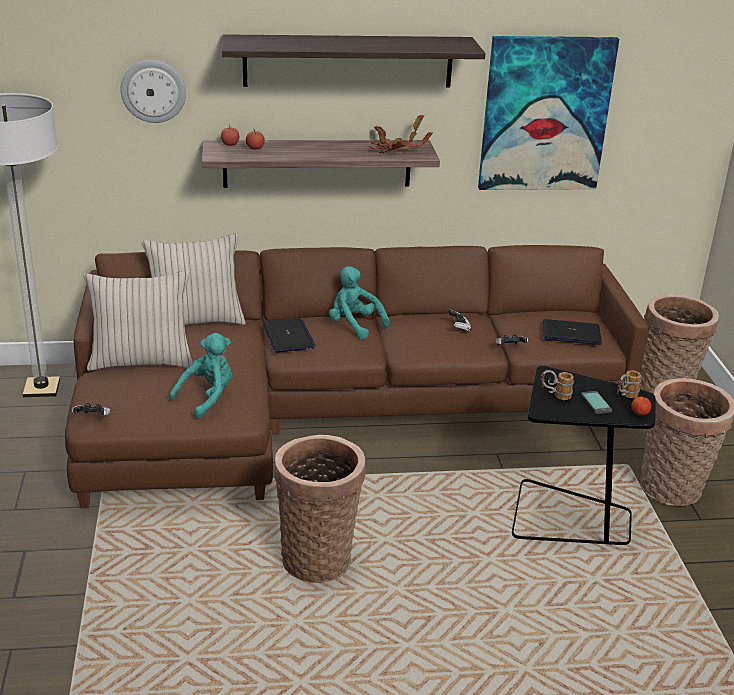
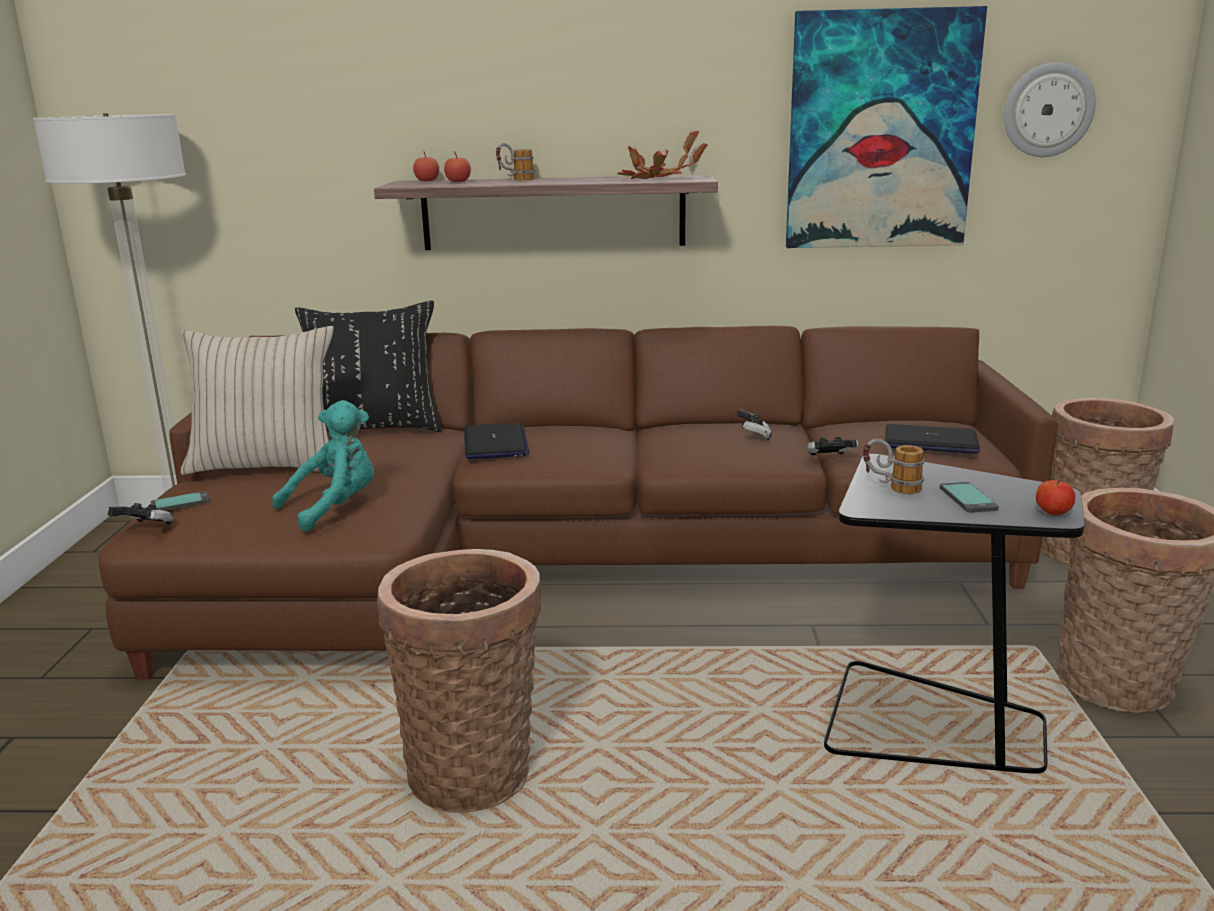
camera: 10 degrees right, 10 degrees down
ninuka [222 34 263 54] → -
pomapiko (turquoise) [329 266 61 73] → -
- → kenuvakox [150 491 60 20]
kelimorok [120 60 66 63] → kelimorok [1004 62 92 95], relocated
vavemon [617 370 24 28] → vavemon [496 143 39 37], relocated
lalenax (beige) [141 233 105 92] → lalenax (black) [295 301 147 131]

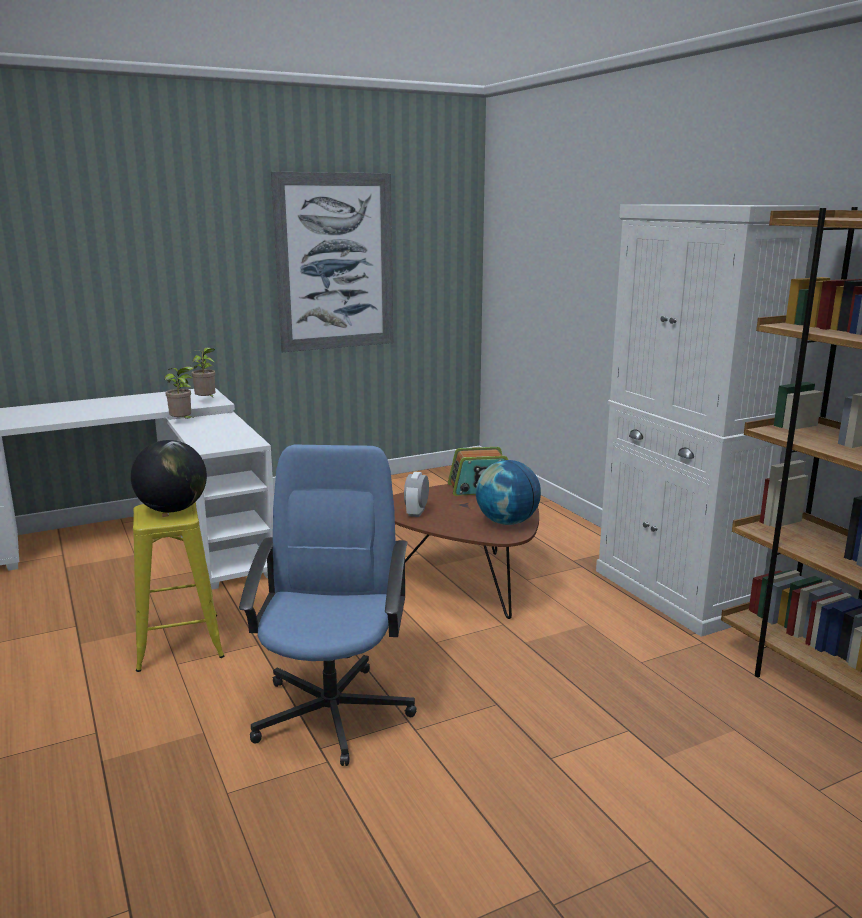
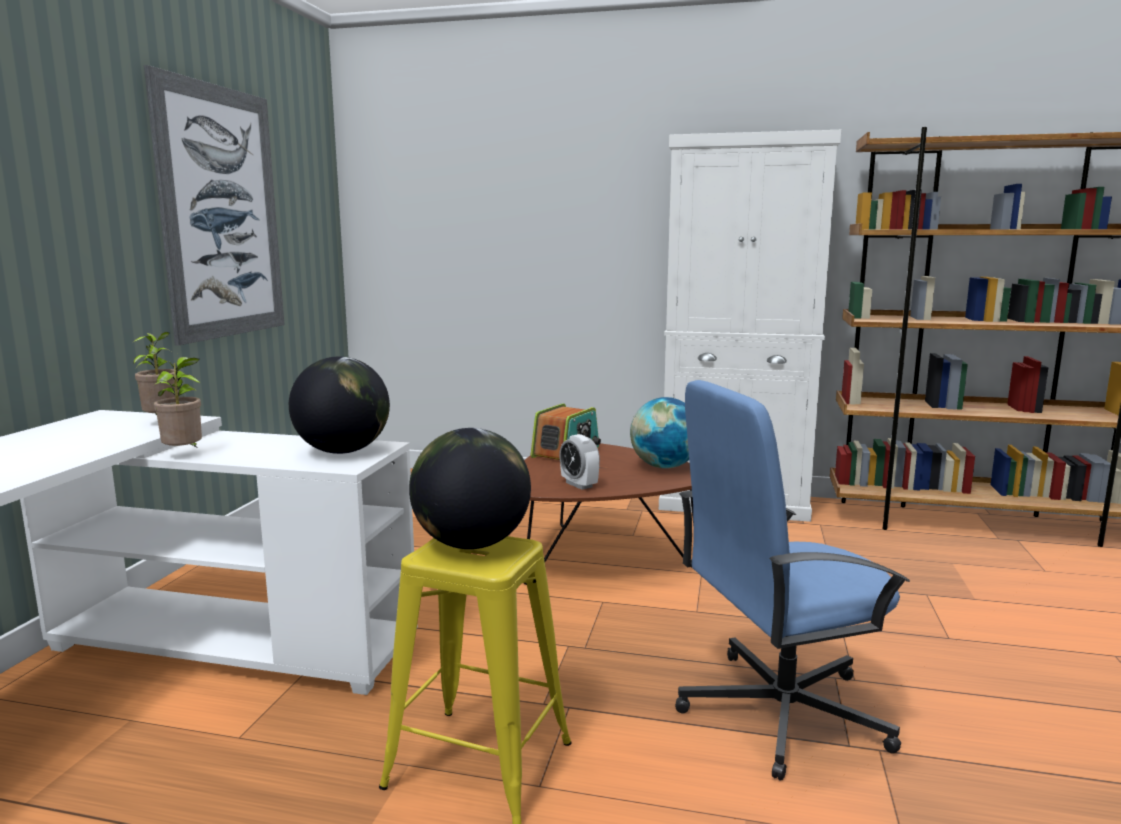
camera: 50 degrees left, 5 degrees down
- → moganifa [289 356 101 98]
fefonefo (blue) [239 445 178 321] → fefonefo (blue) [675 380 235 401], 60 degrees counterclockwise

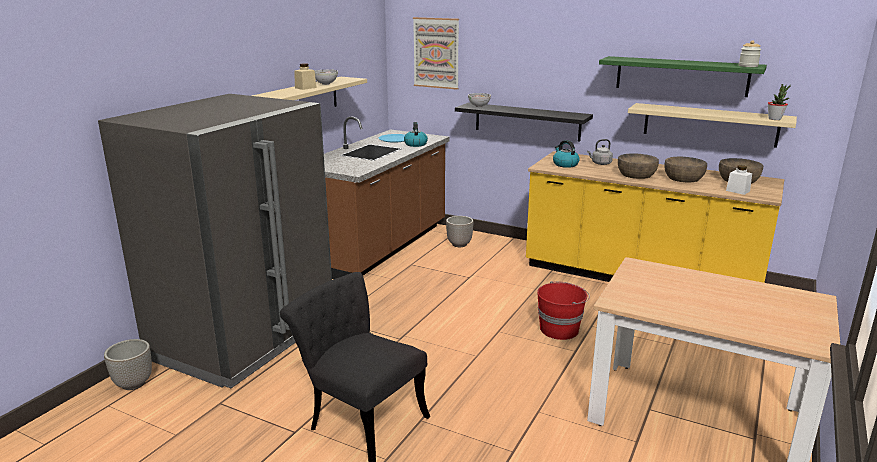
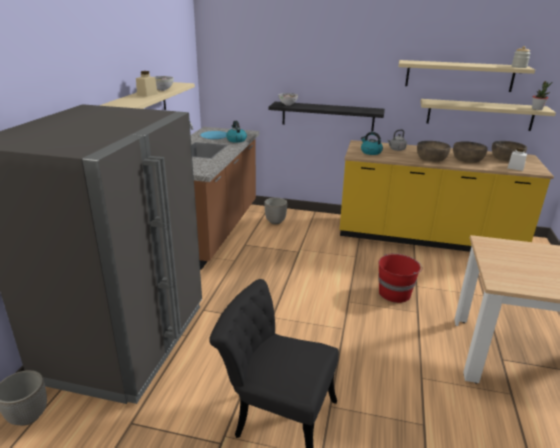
camera: 15 degrees left, 5 degrees up
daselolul [413 17 46 73] → -
ninuka (green) [599 56 168 41] → ninuka (beige) [399 60 136 32]

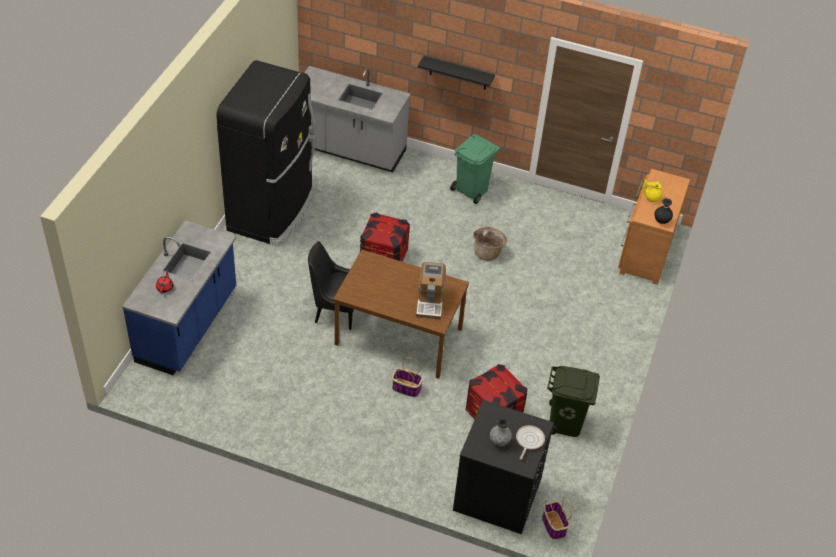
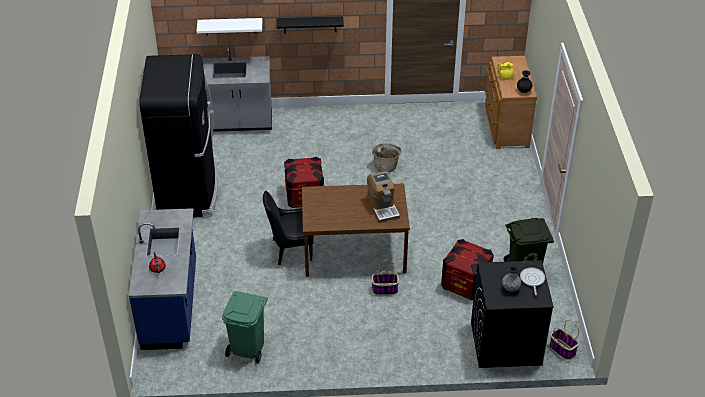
camera: 20 degrees left, 5 degrees down
- → ninuka (white) [196 18 66 17]
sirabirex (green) [450 134 50 70] → sirabirex (green) [222 291 46 72], relocated

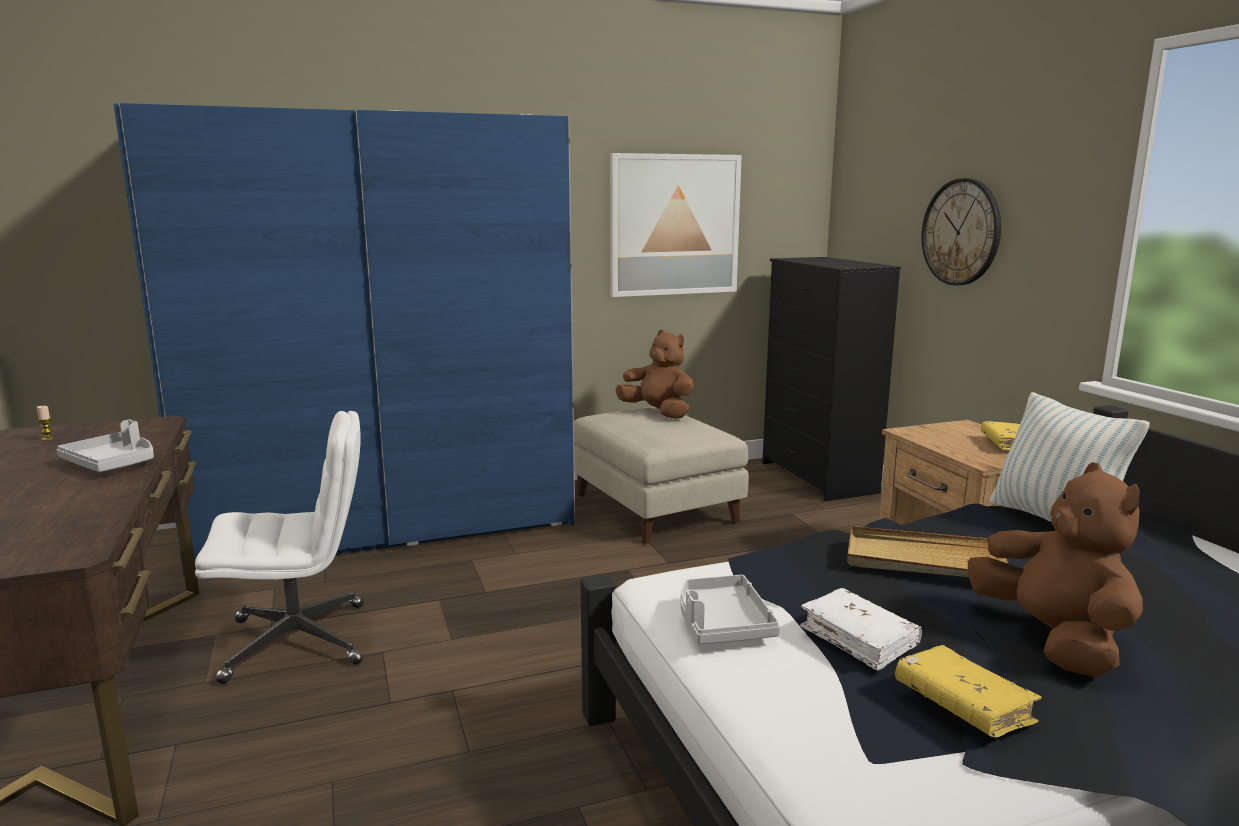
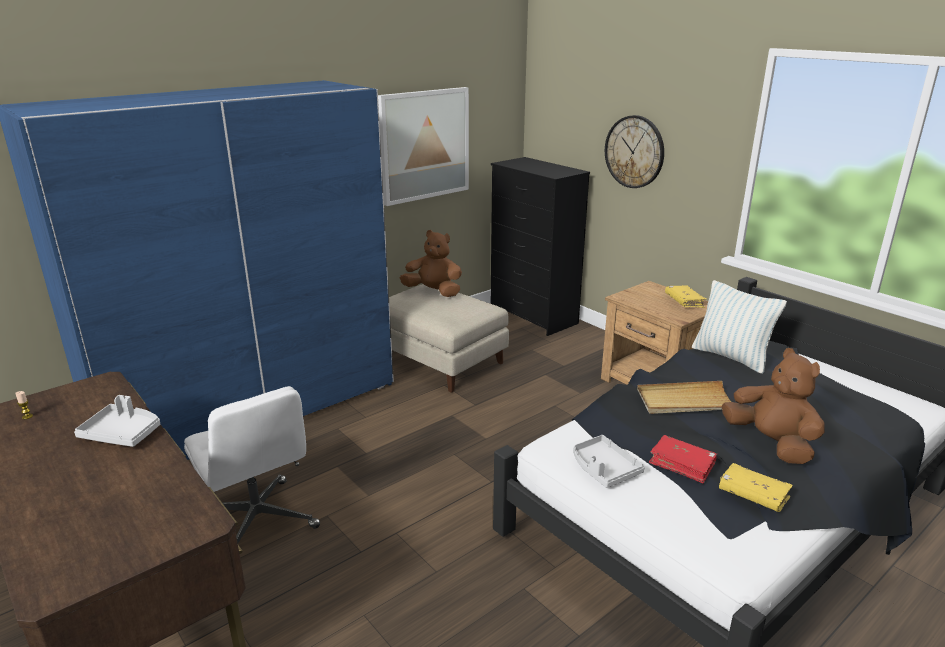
camera: 20 degrees left, 10 degrees up
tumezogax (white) [800 588 122 83] → tumezogax (red) [649 435 68 49]
fefonefo (white) [195 411 169 273] → fefonefo (white) [184 386 136 157], 90 degrees clockwise

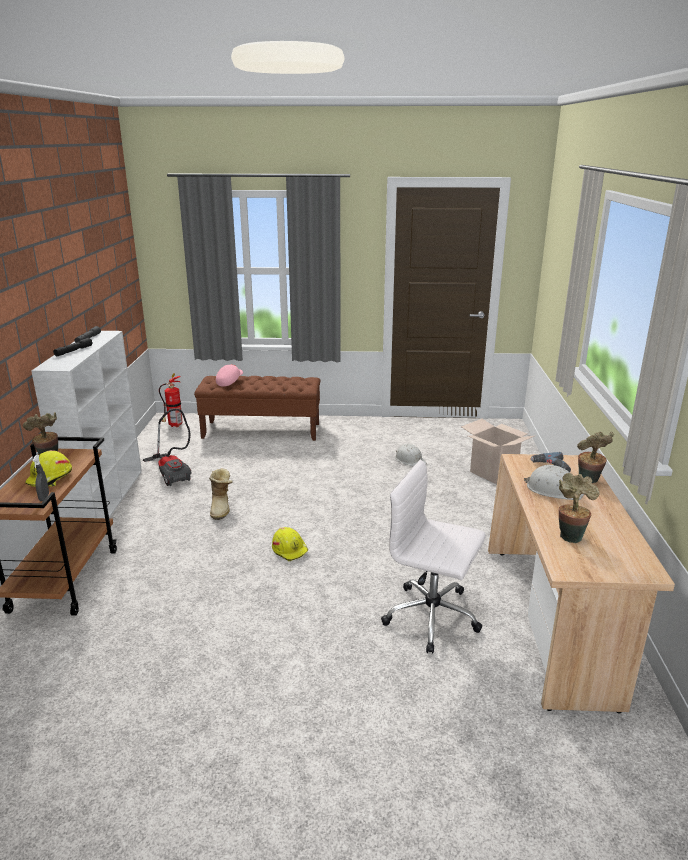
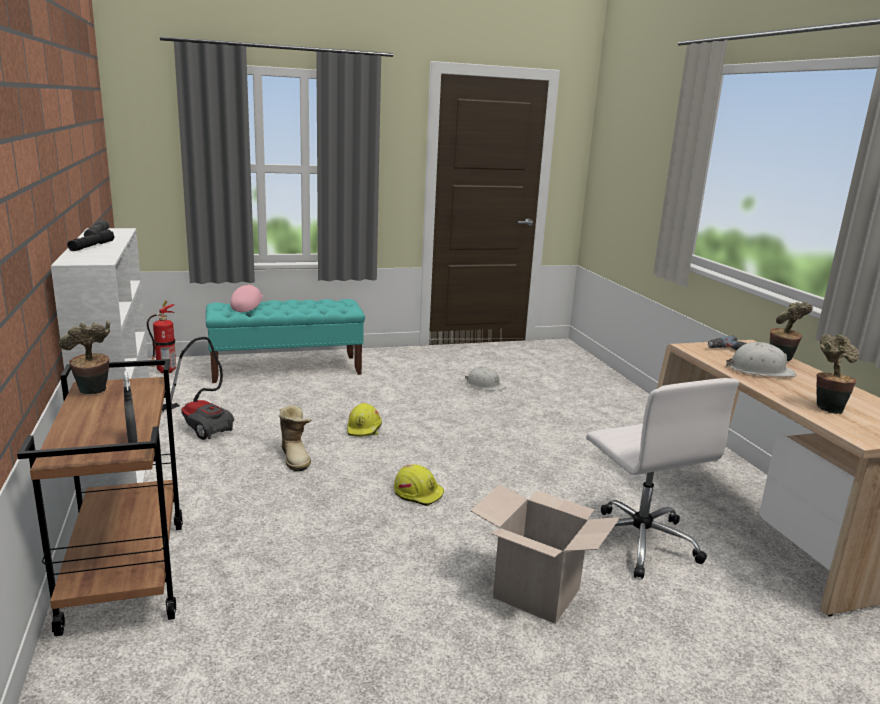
camera: 20 degrees left, 5 degrees down
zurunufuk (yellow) [25 450 47 37] → zurunufuk (yellow) [347 403 35 34], relocated
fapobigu [461 419 75 65] → fapobigu [470 484 150 140], relocated
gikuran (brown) [194 376 126 65] → gikuran (turquoise) [206 299 159 84]
fefonefo (white) [381 460 105 194] → fefonefo (white) [586 378 153 201], 120 degrees counterclockwise

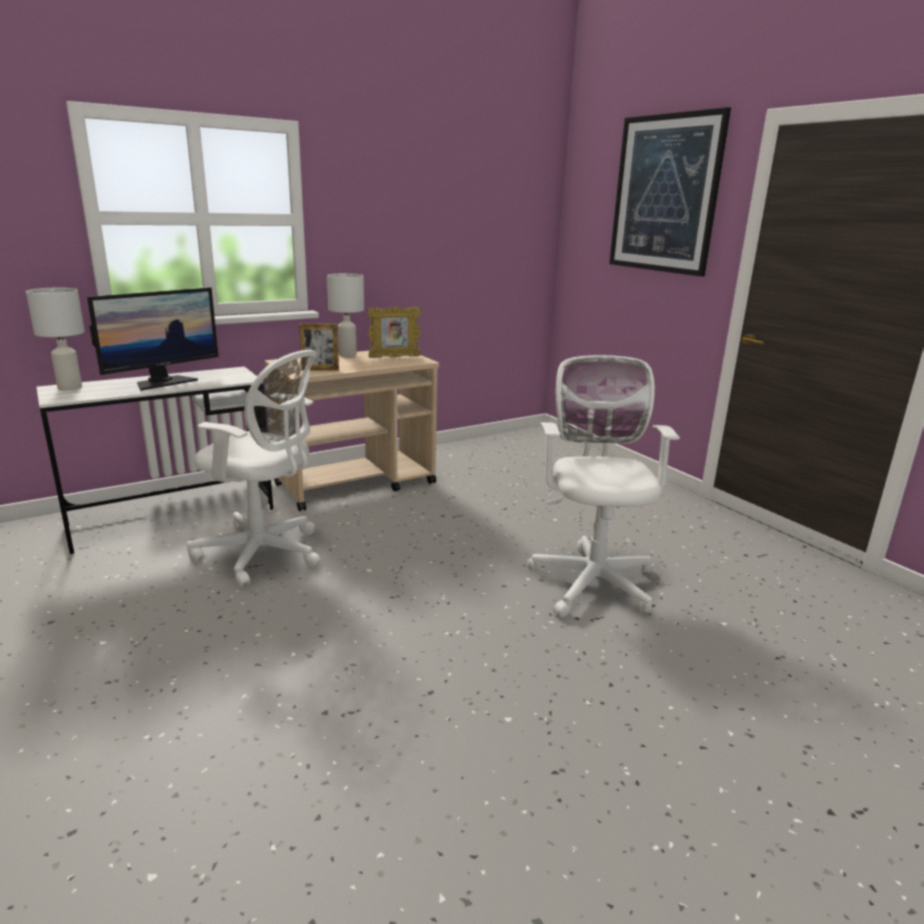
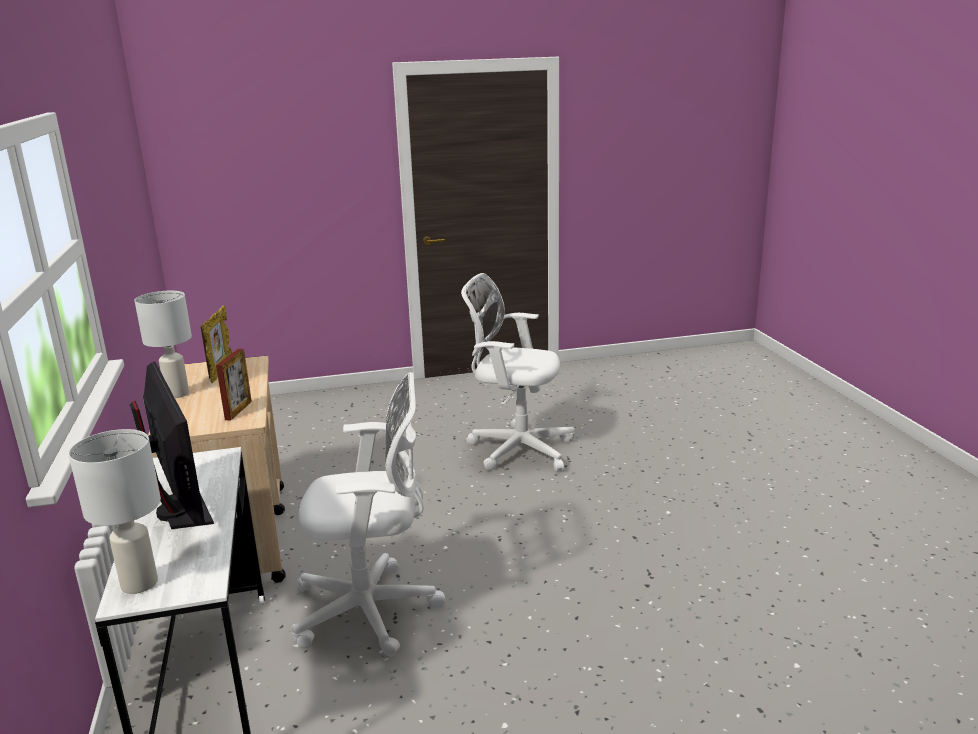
camera: 70 degrees left, 0 degrees up
daselolul [609 107 122 170] → -
fefonefo (white) [187 350 134 237] → fefonefo (white) [292 372 153 285], 45 degrees clockwise

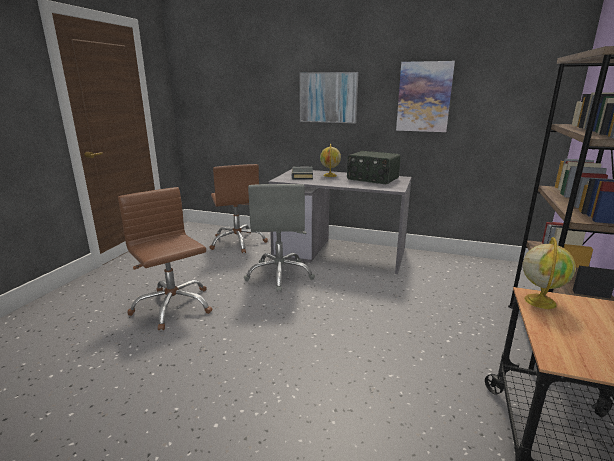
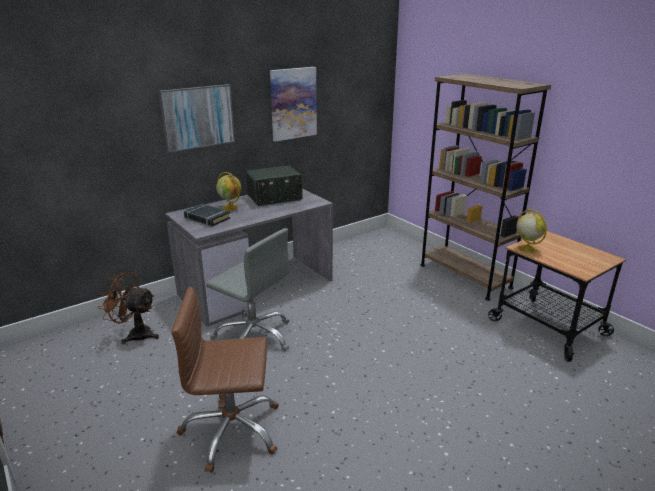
camera: 55 degrees left, 5 degrees up
fefonefo (brown) [209 164 59 89] → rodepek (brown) [97 272 62 72]

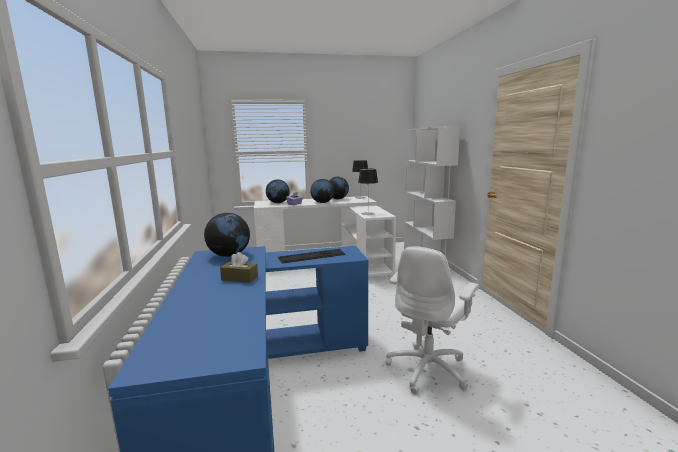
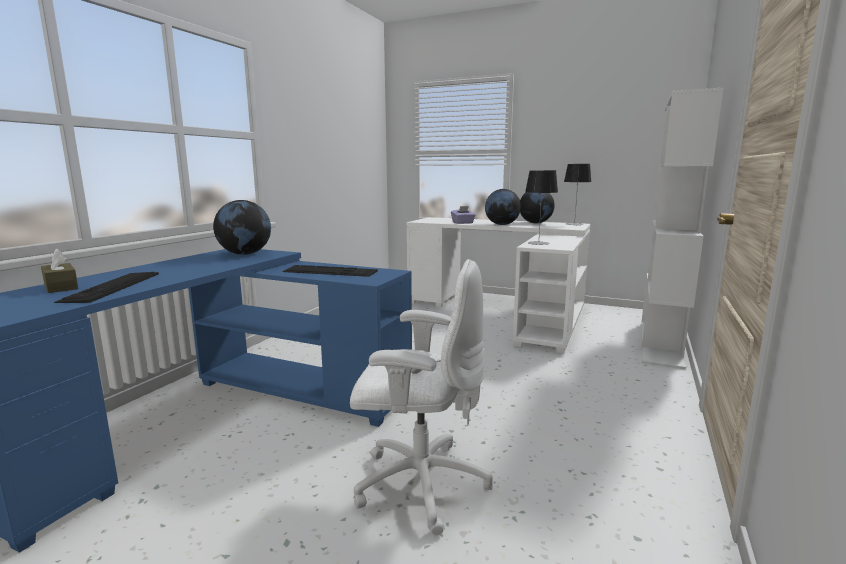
camera: 35 degrees right, 0 degrees up
moganifa [266 179 24 24] → -
- → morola [54 272 105 31]
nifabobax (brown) [220 252 38 31] → nifabobax (brown) [41 248 38 45], relocated
fefonefo (white) [385 246 94 148] → fefonefo (white) [350 259 143 276], 150 degrees counterclockwise

